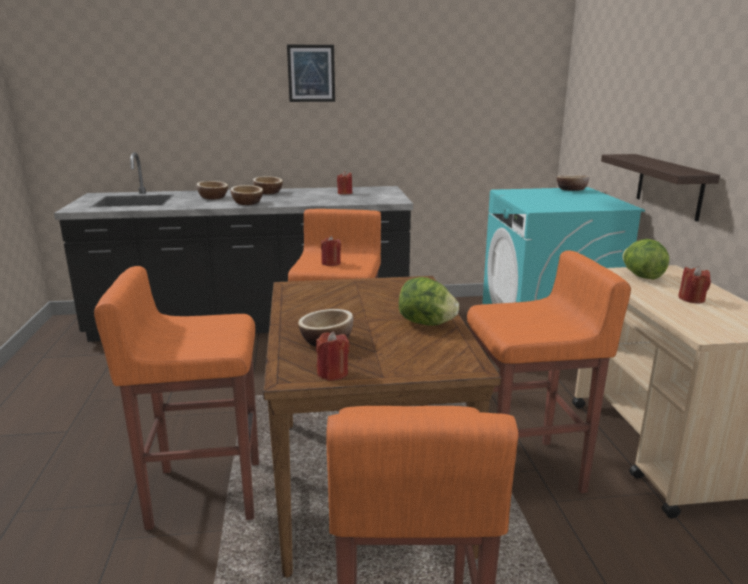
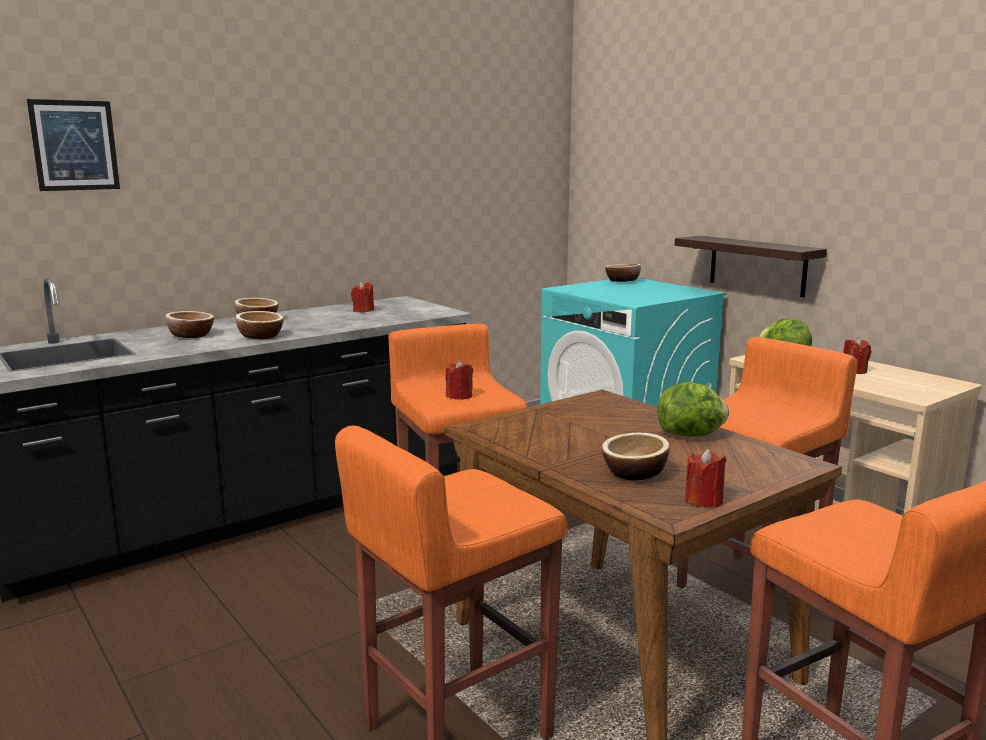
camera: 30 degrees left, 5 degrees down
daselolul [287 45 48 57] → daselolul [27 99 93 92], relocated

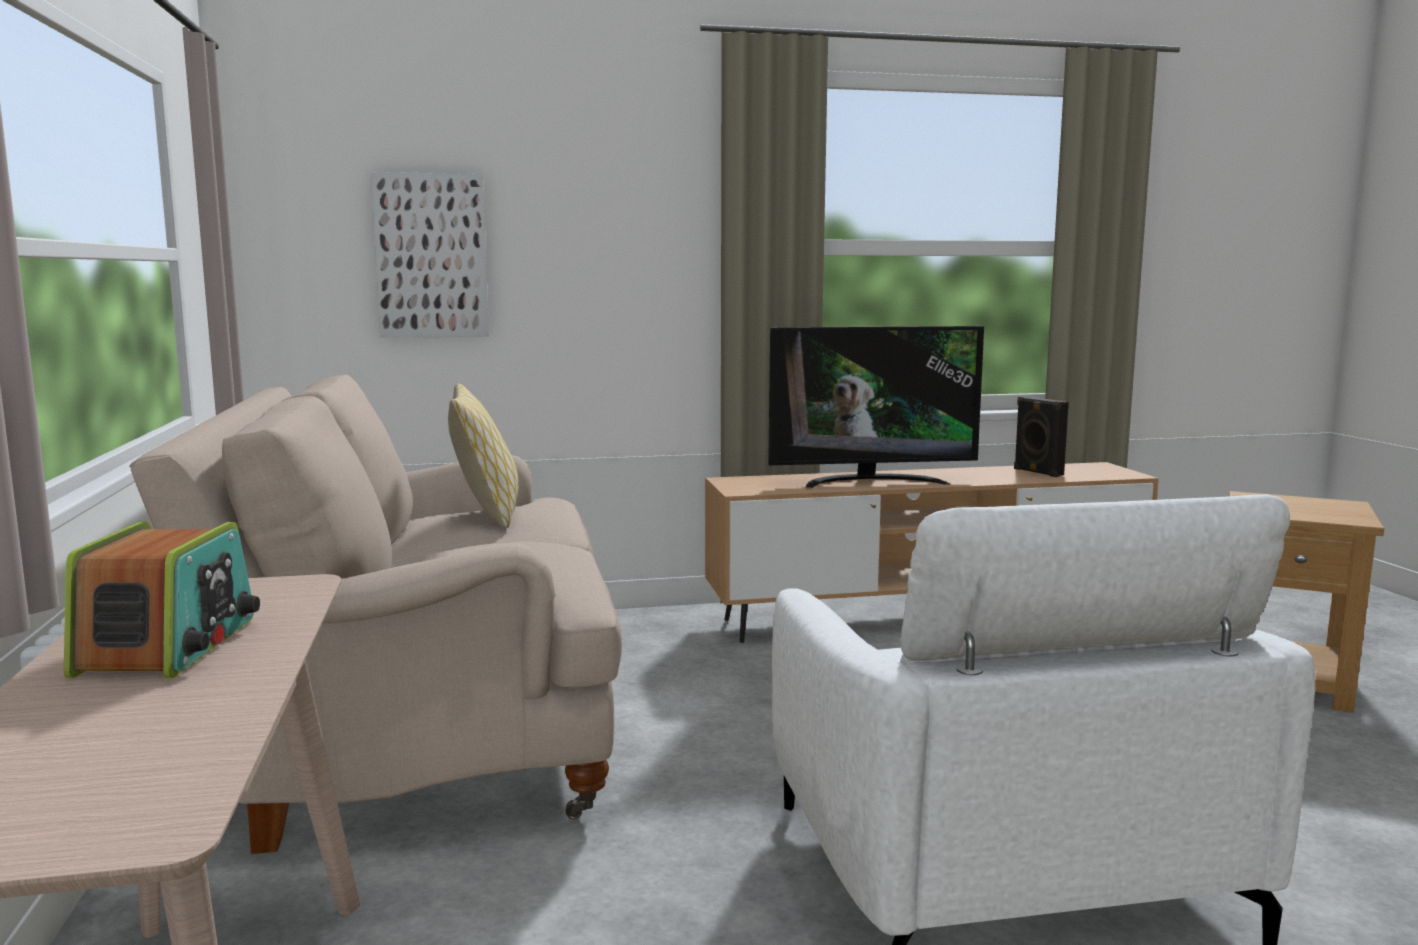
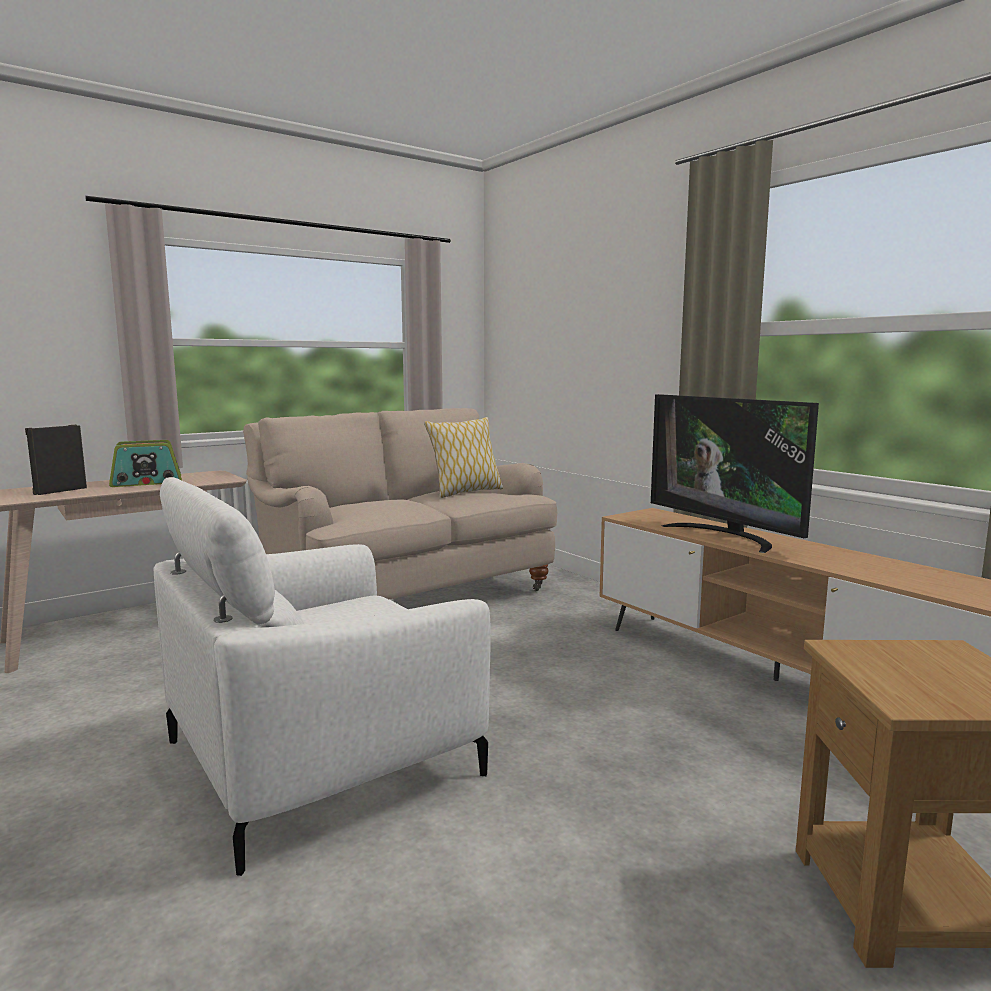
camera: 65 degrees right, 0 degrees up
daselolul [371 172 118 166] → -
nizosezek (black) [1014 396 55 81] → nizosezek (black) [25 425 62 70], relocated

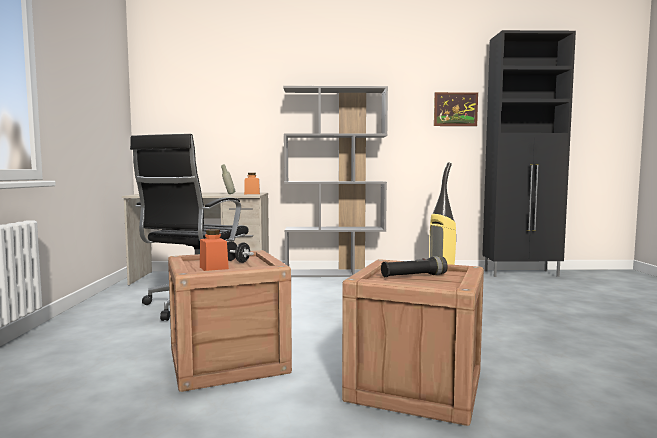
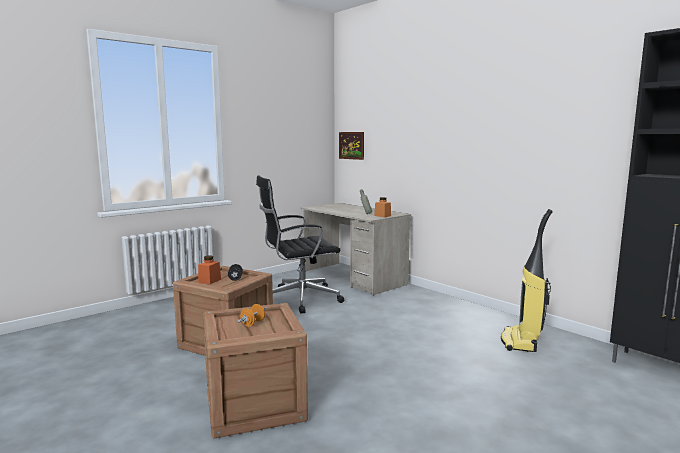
camera: 50 degrees right, 5 degrees up
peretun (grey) [283 86 105 191] → -
daselolul [434 92 44 34] → daselolul [339 132 25 28], relocated
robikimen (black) [381 256 67 21] → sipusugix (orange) [238 304 28 22]

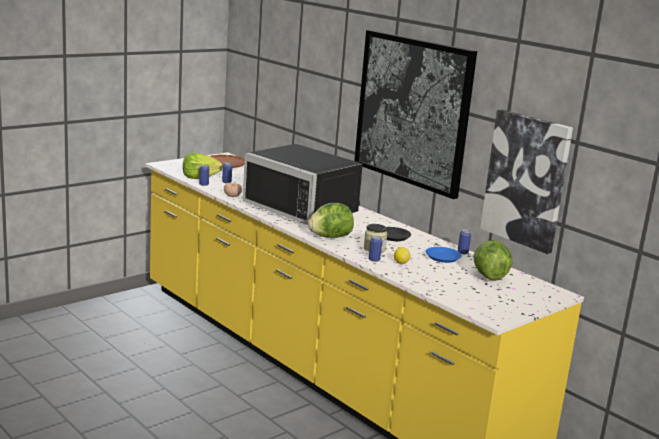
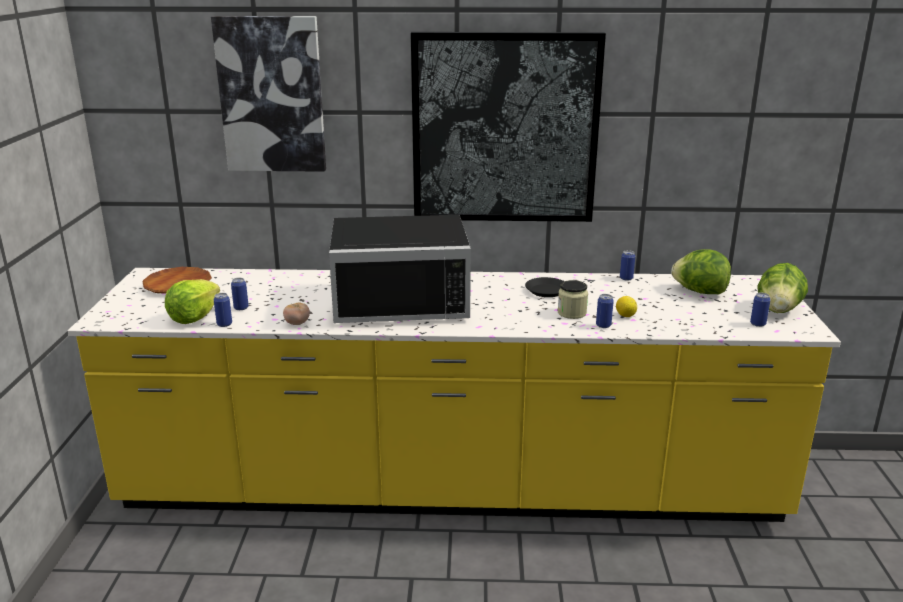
camera: 45 degrees left, 5 degrees up
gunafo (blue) [426 247 36 16] → -
- → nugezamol [750 292 20 35]
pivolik [308 203 46 35] → pivolik [757 263 51 50], relocated
daselolul [480 109 93 145] → daselolul [211 16 115 156], relocated

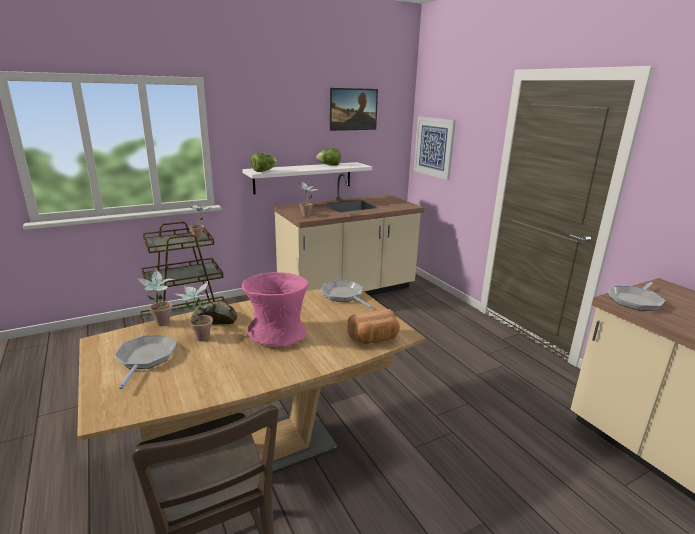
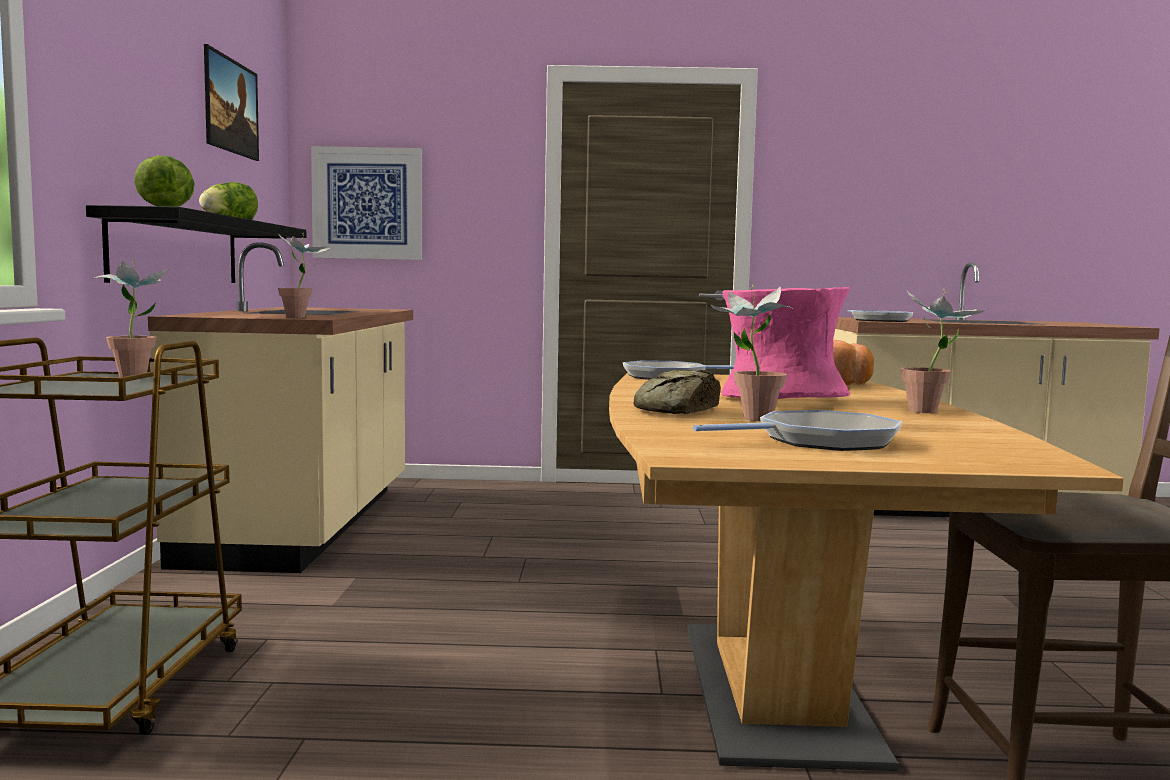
camera: 60 degrees left, 15 degrees down
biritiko [137 269 38 57] → biritiko [900 289 87 124], relocated
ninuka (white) [242 162 130 32] → ninuka (black) [86 205 220 78]
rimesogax [114 335 62 54] → rimesogax [693 410 209 41], 135 degrees clockwise

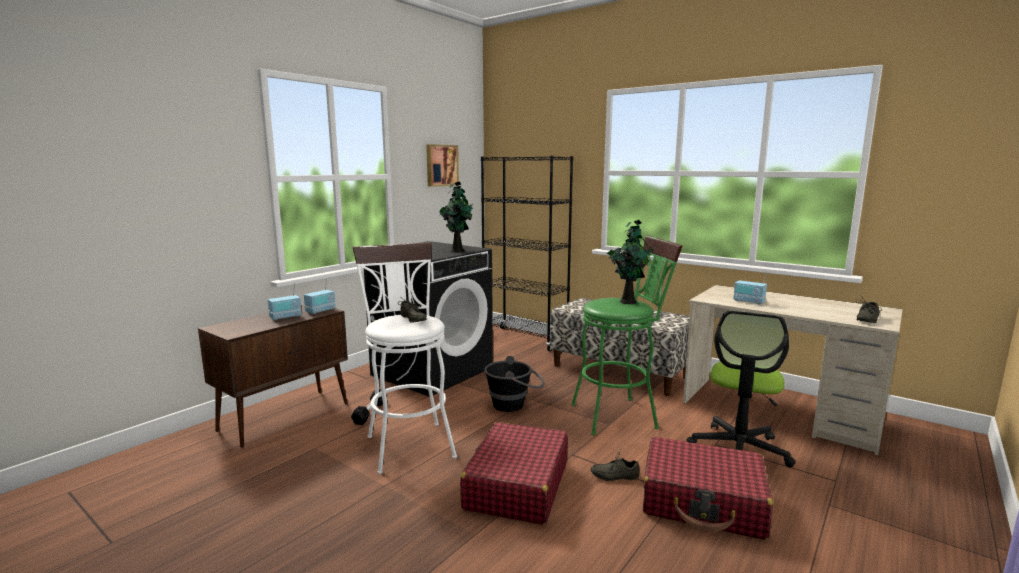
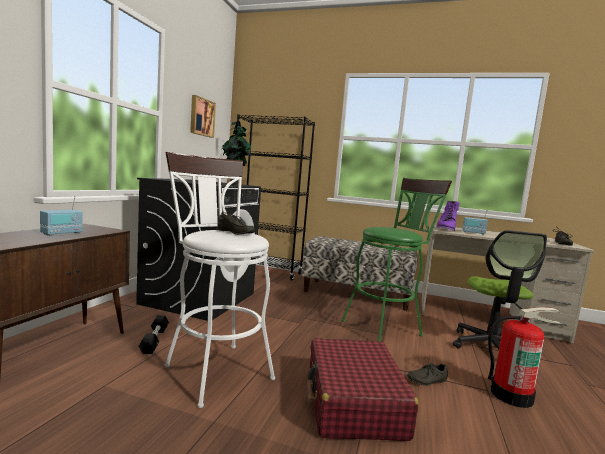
camera: 20 degrees left, 5 degrees down
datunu [304 278 31 36] → -
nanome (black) [484 356 61 56] → -
biritiko [607 220 47 84] → -
- → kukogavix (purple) [436 201 24 30]
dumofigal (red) [643 436 130 104] → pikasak [488 307 73 101]

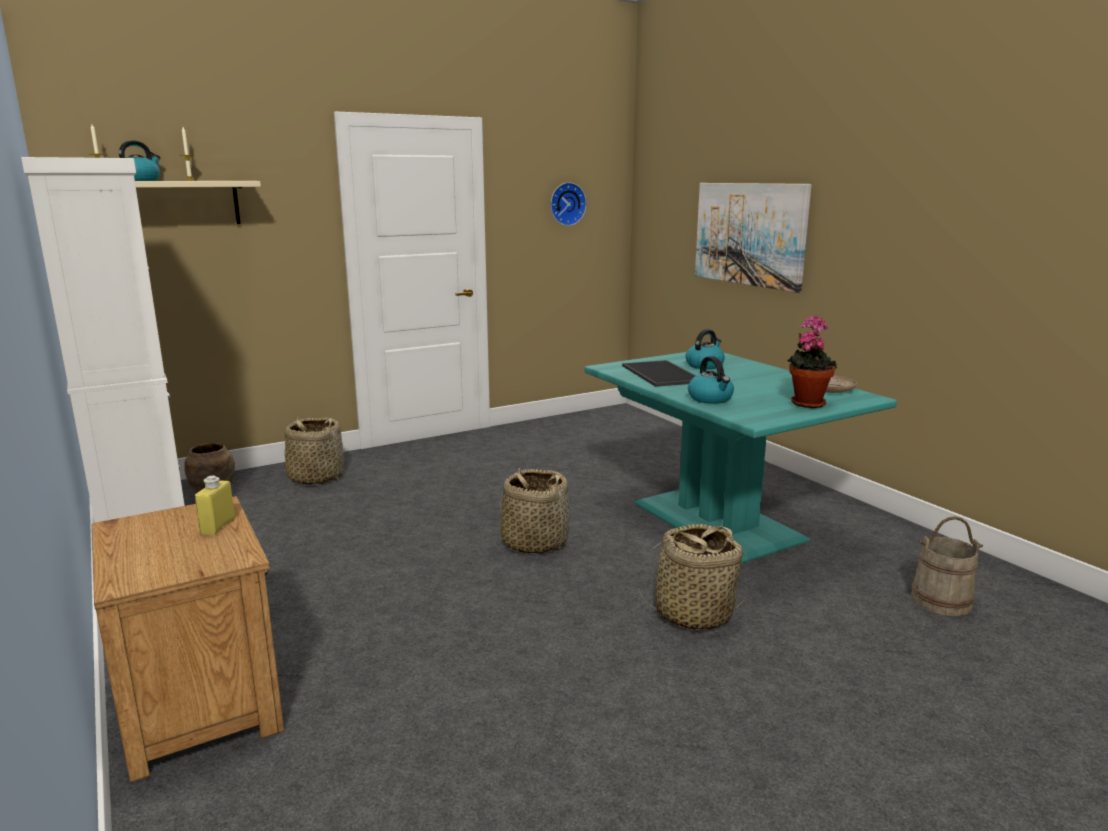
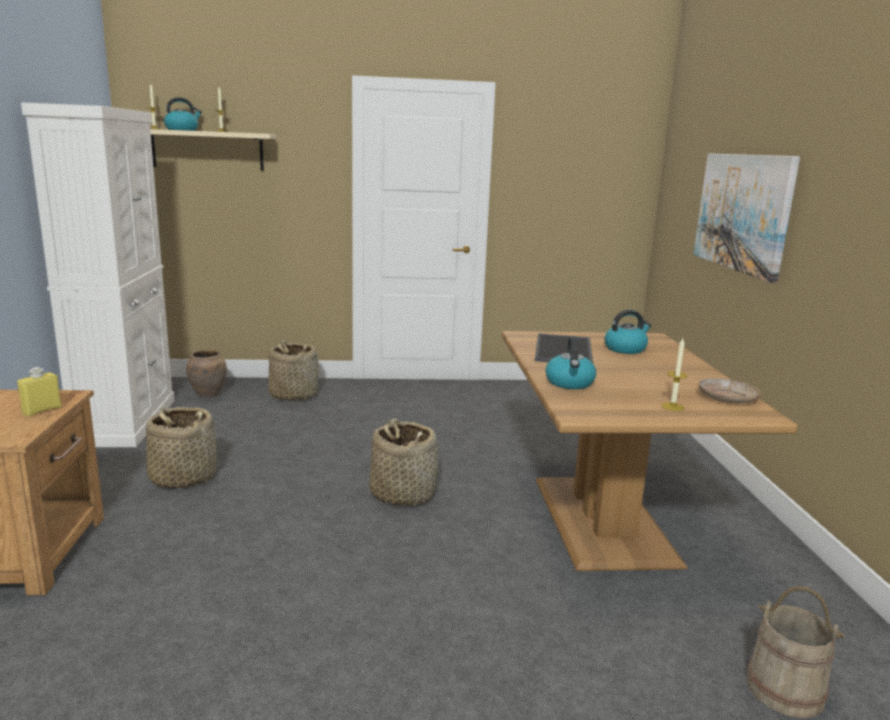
camera: 25 degrees right, 0 degrees up
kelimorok [551 182 36 44] → -
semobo [637 524 109 106] → semobo [146 407 71 82], relocated
biritiko [787 315 50 93] → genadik [661 338 27 73]
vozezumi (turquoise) [585 352 312 211] → vozezumi (brown) [502 331 296 240]

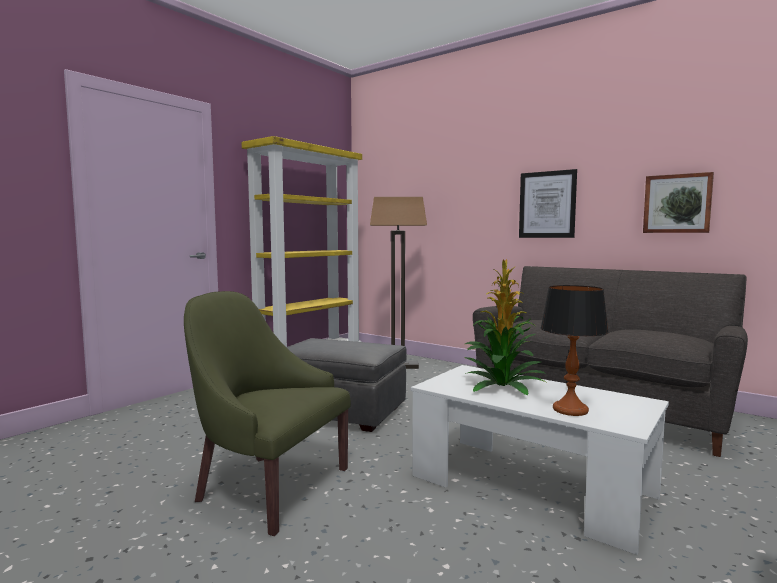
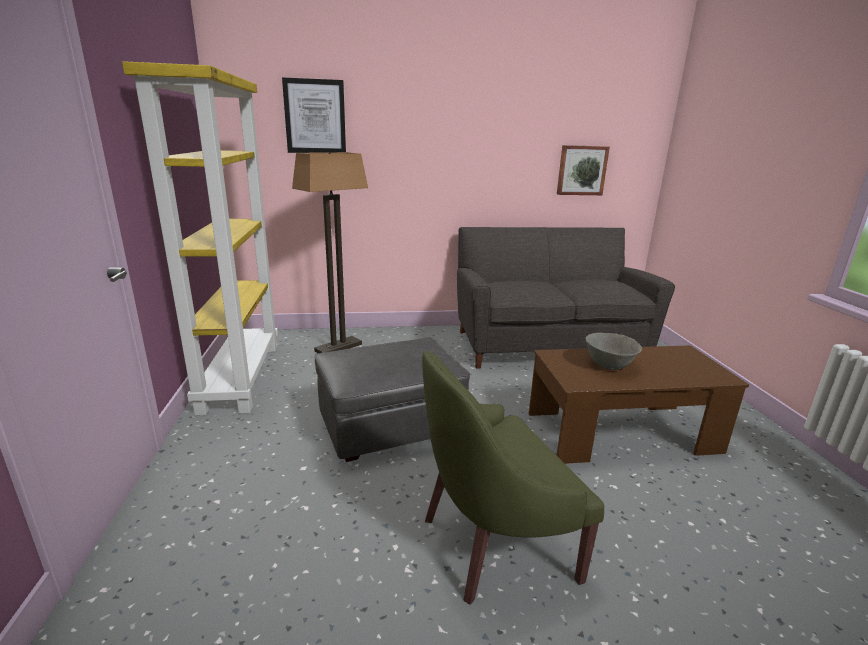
camera: 45 degrees left, 15 degrees up
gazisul [540 285 69 131] → -
daselolul [519 169 58 69] → daselolul [282 77 64 76], relocated
biritiko [464 259 82 136] → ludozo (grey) [585 333 57 37]
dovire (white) [411 365 258 190] → dovire (brown) [529 345 220 119]

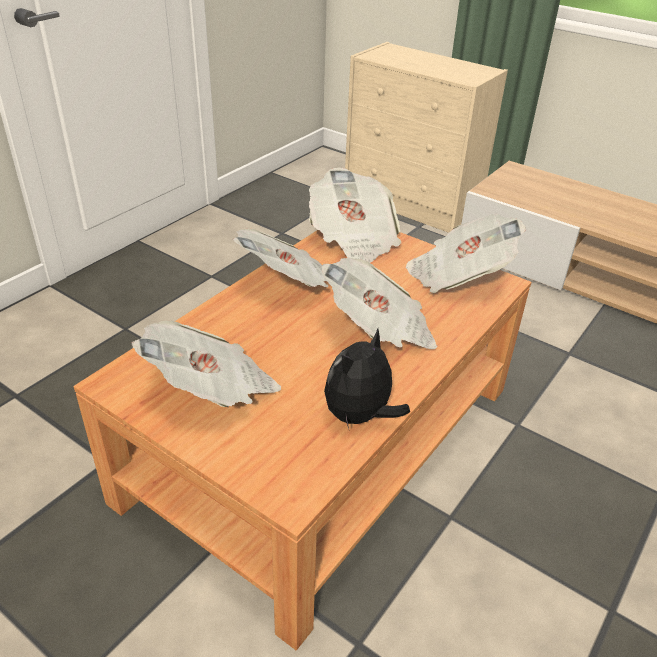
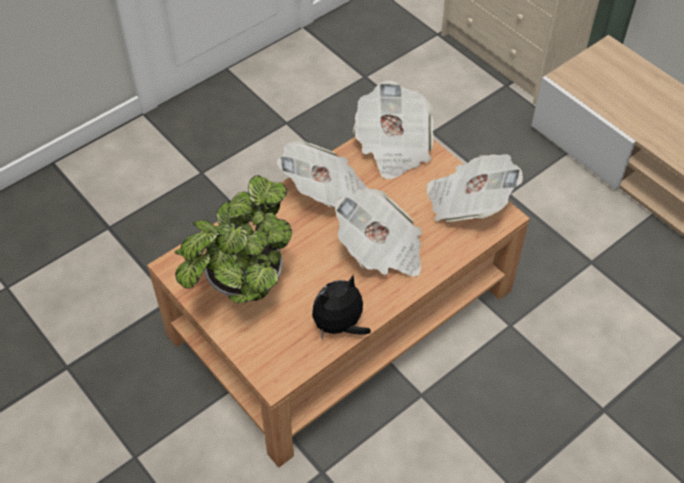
camera: 15 degrees right, 15 degrees up
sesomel [132 320 149 88] → biritiko [174 175 118 128]

